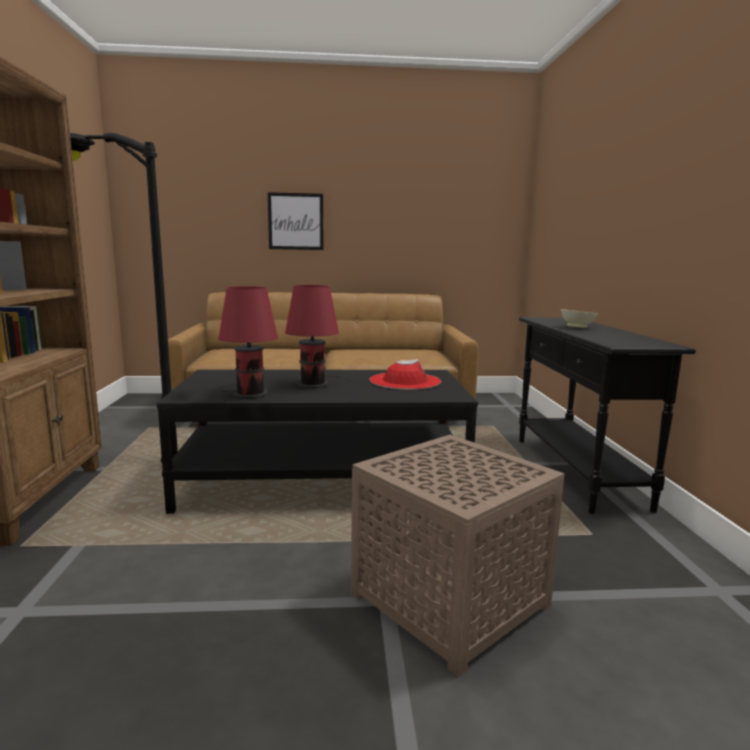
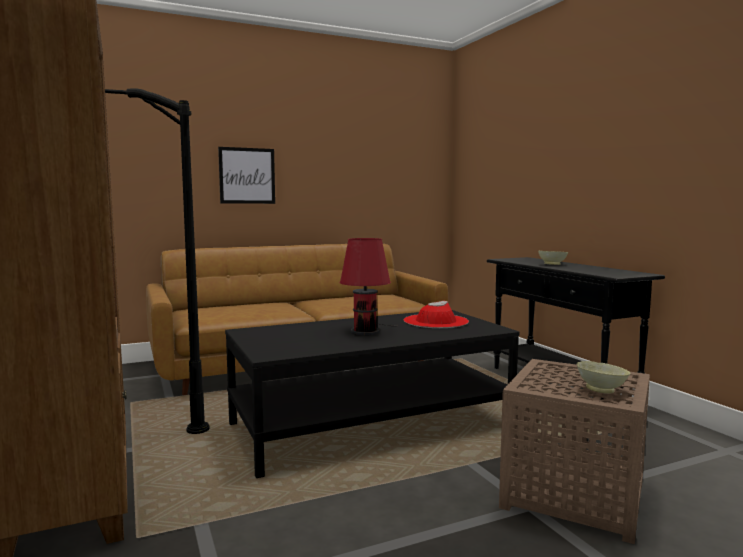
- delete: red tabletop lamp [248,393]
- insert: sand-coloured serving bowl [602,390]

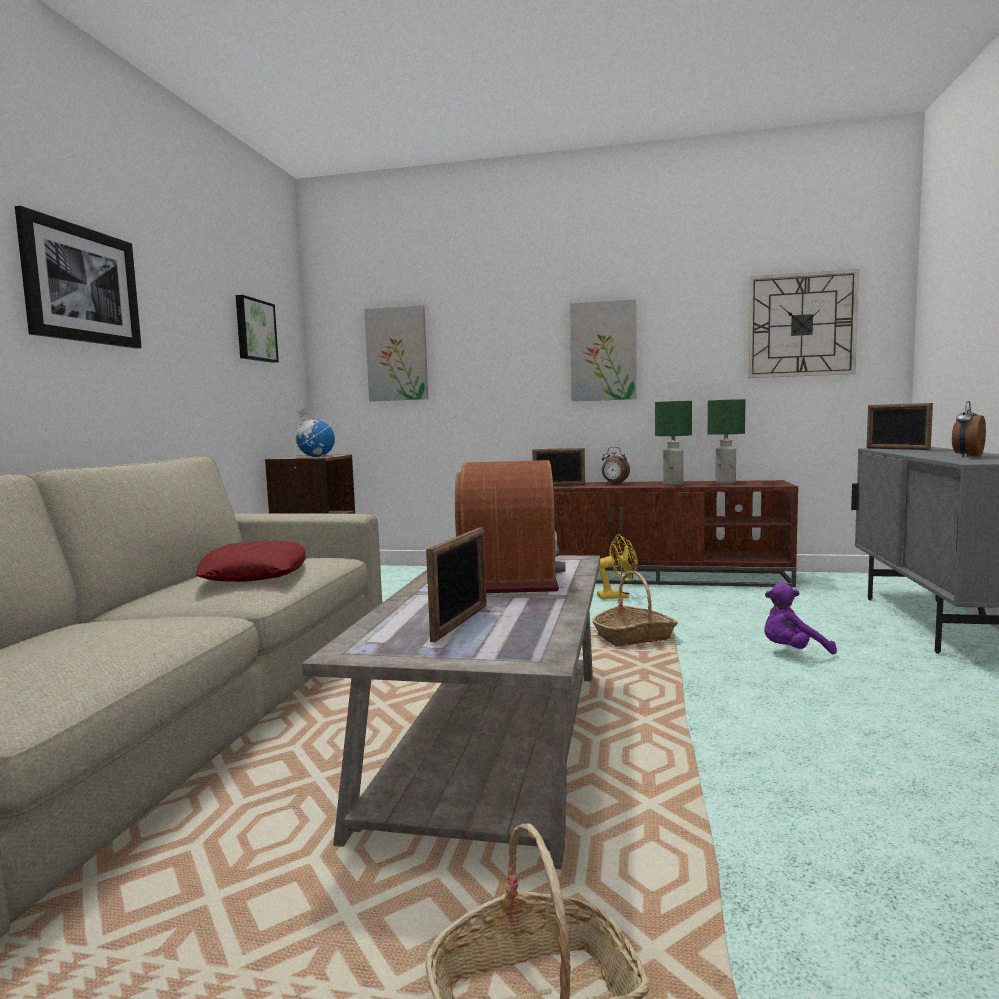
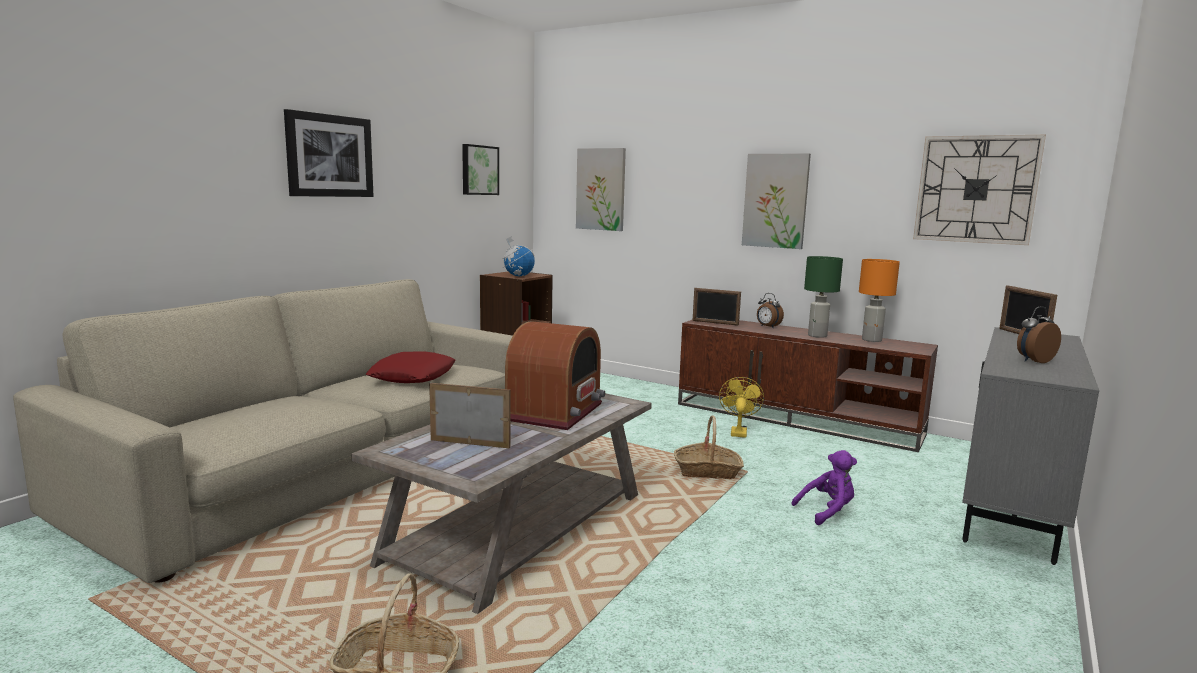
- rotate: photo frame [460,622] = [470,443] 120 degrees counterclockwise
- rotate: yellow-coloured fan [617,596] = [738,431] 90 degrees counterclockwise
- recolor: greenish tabletop lamp [726,482] to orange-coloured tabletop lamp [872,340]
- rotate: purplish plush toy [792,652] = [827,511] 150 degrees clockwise

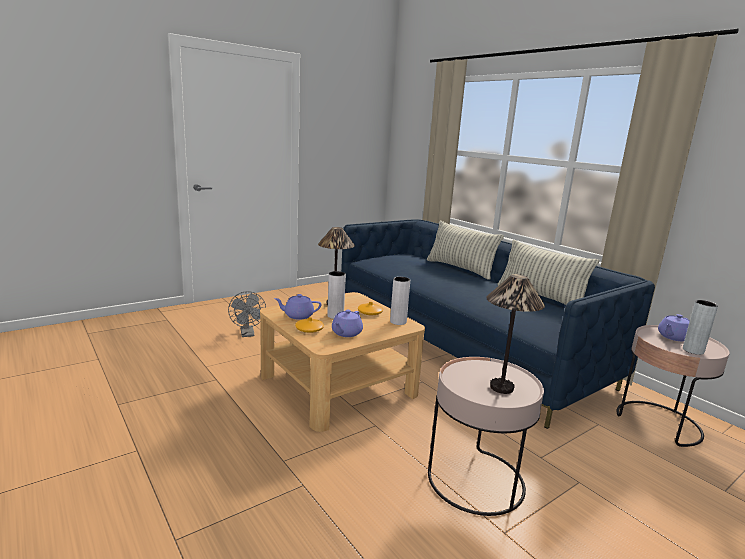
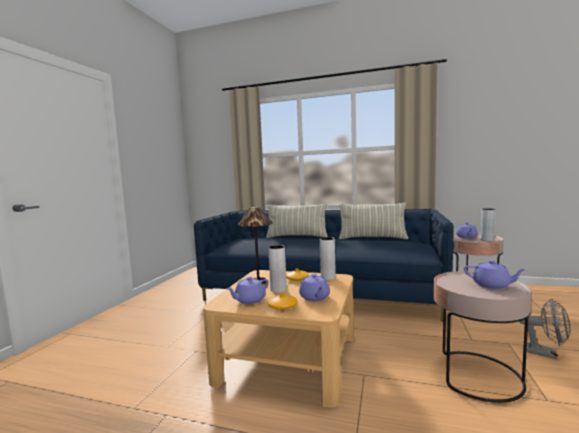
- move: grey fan [248,334] to [546,353]
- replace: tabletop lamp [501,387] to purplish tea pot [492,285]

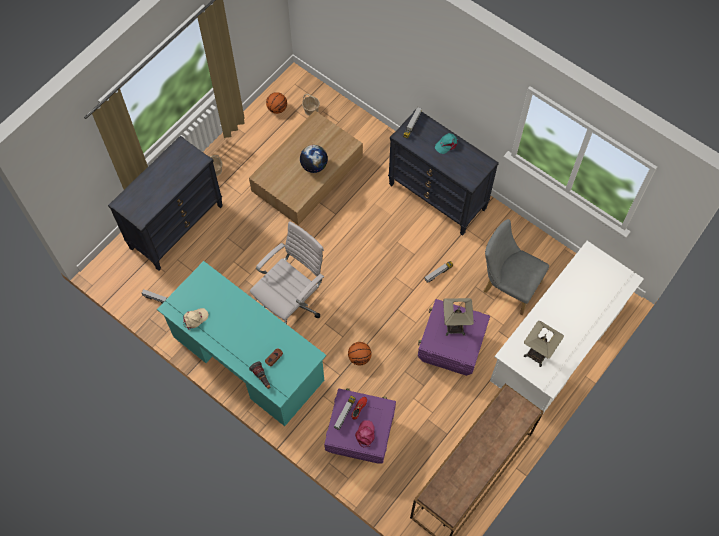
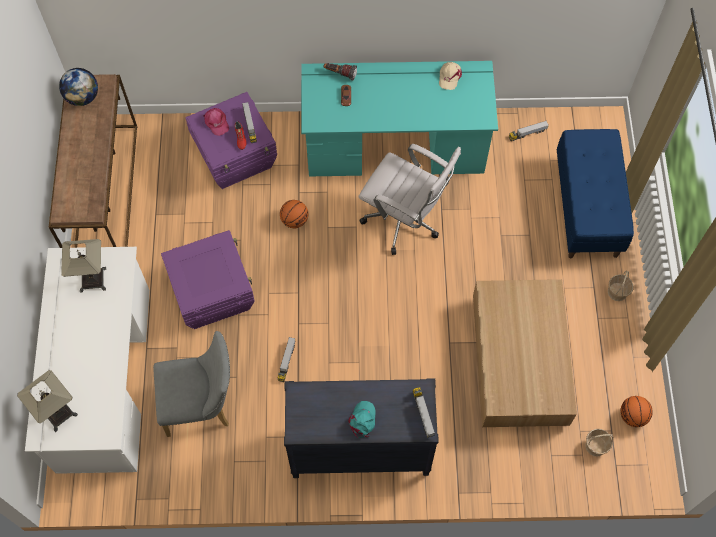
- replace: blackish chest of drawers [177,226] to blue-coloured long seat [587,208]
- rotate: white desk chair [291,303] = [405,221] 60 degrees counterclockwise
- move: desk globe [314,166] to [82,97]
- move: tabletop lamp [455,326] to [58,413]

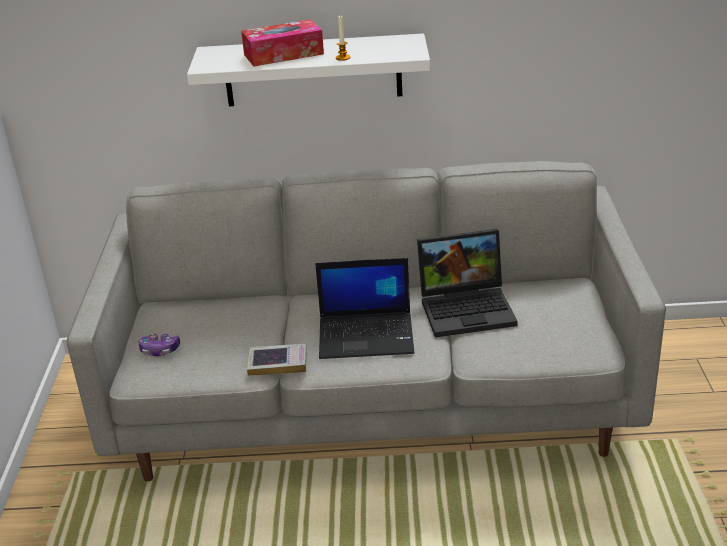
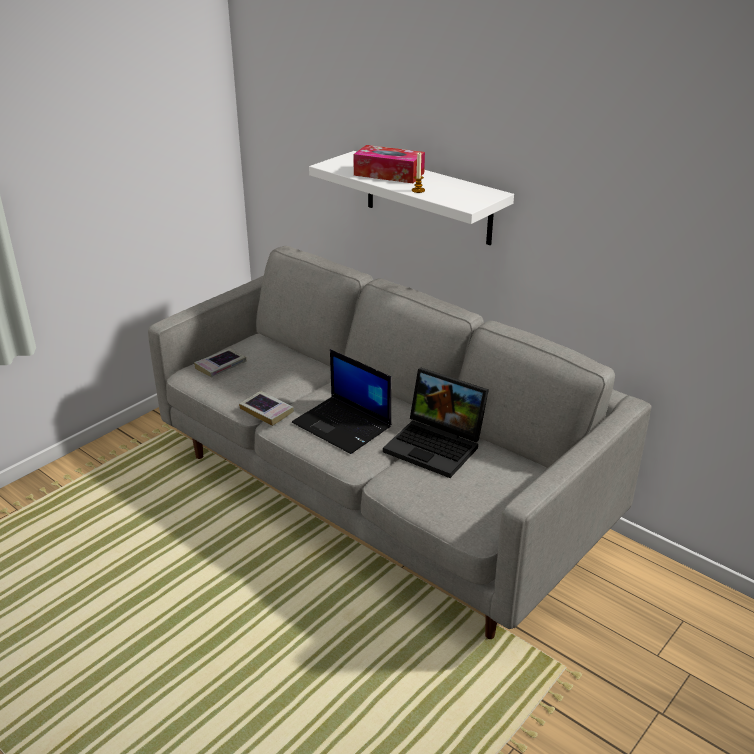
- replace: joypad [160,350] to book [221,366]

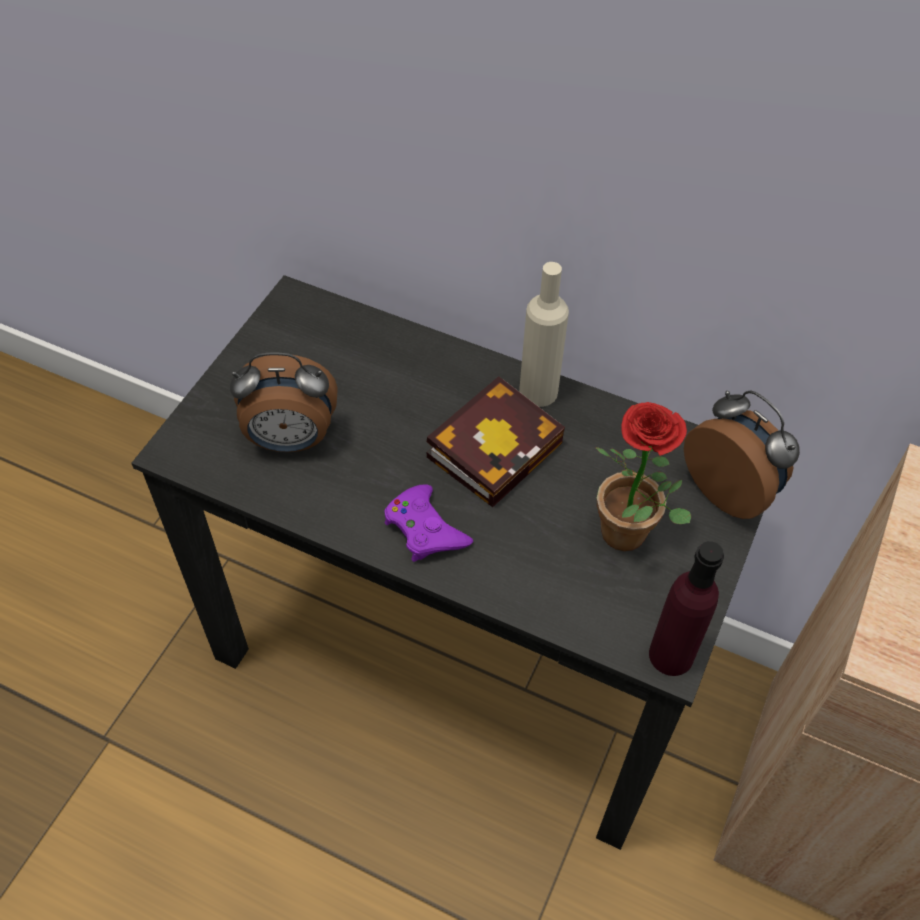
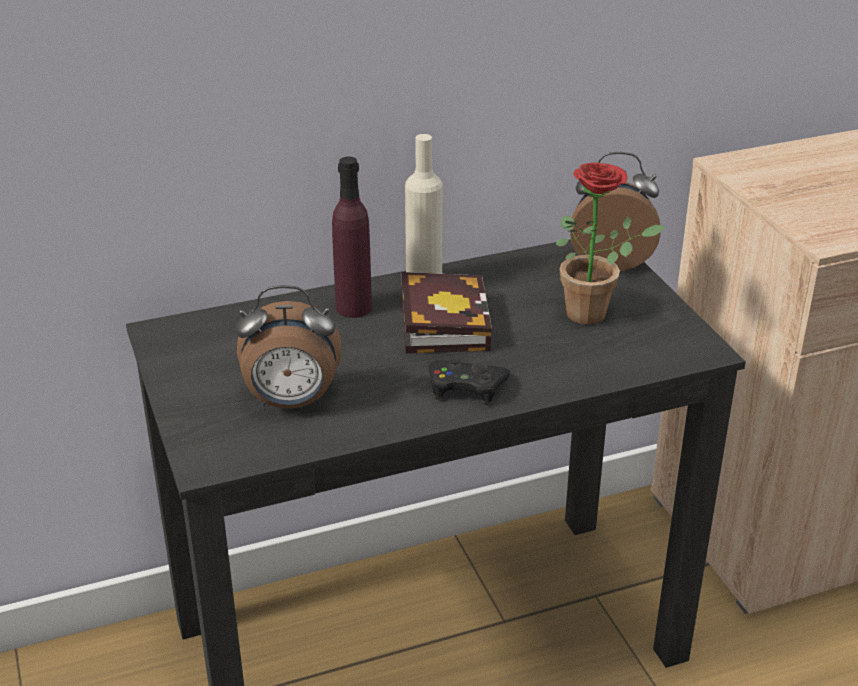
- rotate: alarm clock [290,440] = [291,402] 45 degrees clockwise
- recolor: purplish joypad [425,529] to blackish joypad [466,387]
- move: purplish bottle [671,655] to [353,308]

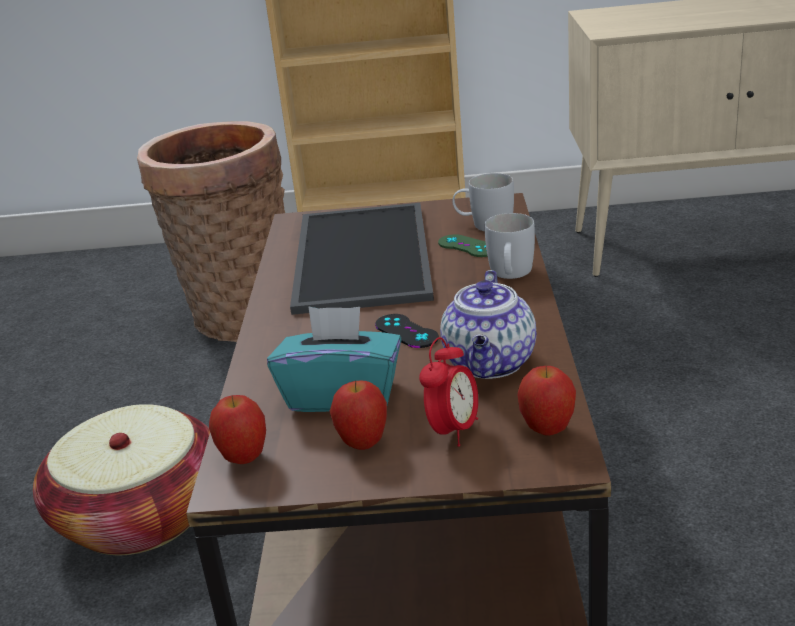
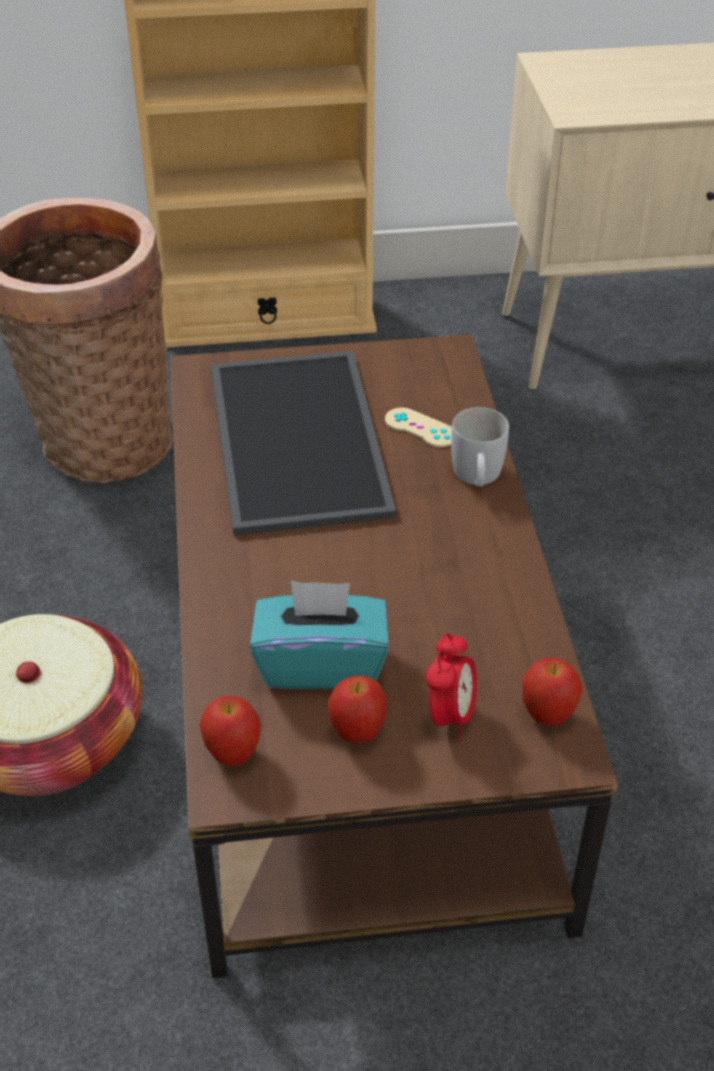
- delete: blackish joypad [406,331]
- recolor: greenish joypad [467,246] to sand-coloured joypad [420,428]
- delete: tea pot [490,364]
- delete: white coffee mug [484,225]

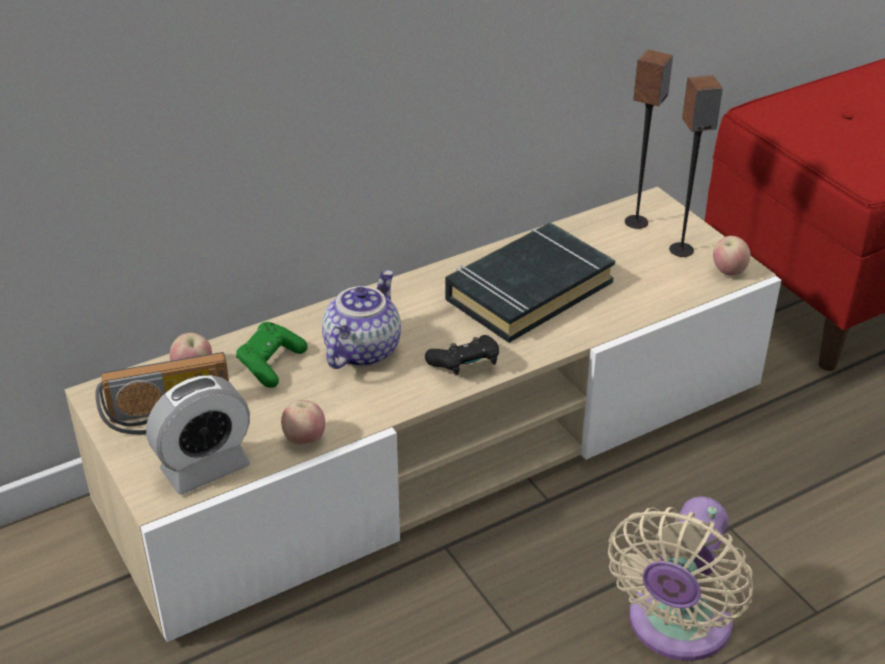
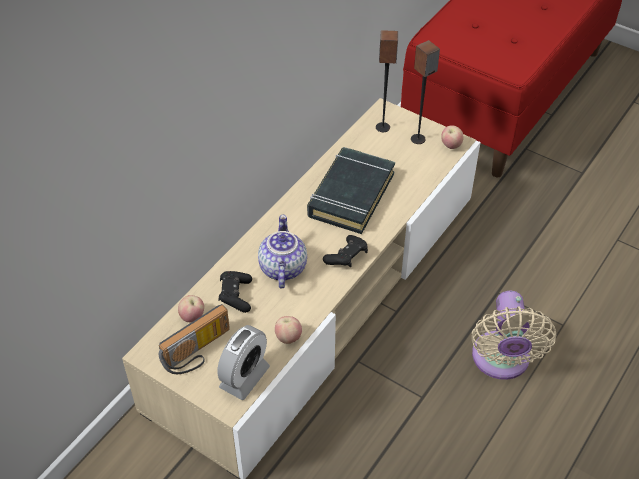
- recolor: greenish joypad [270,364] to blackish joypad [235,296]

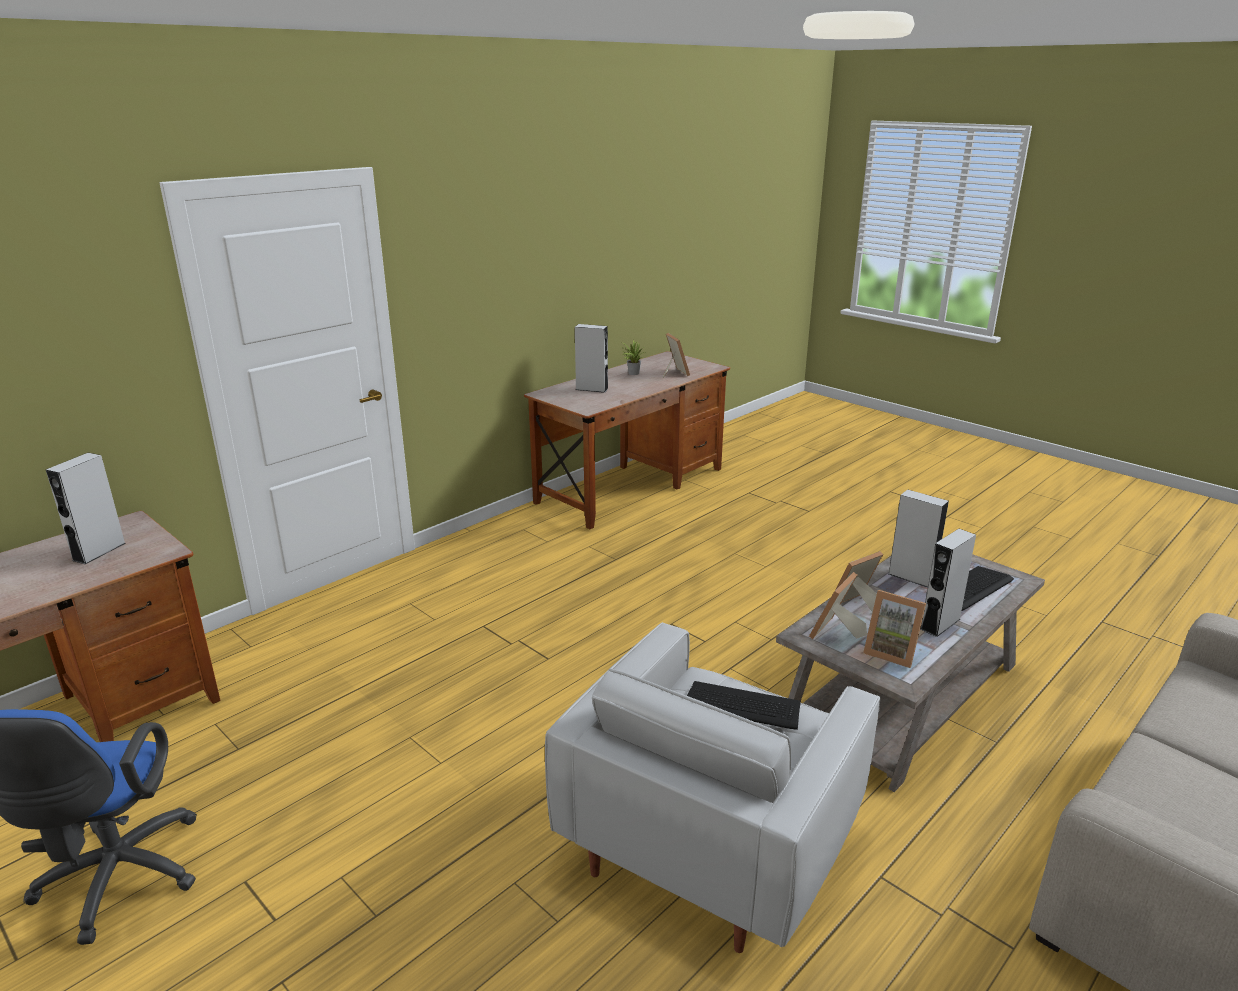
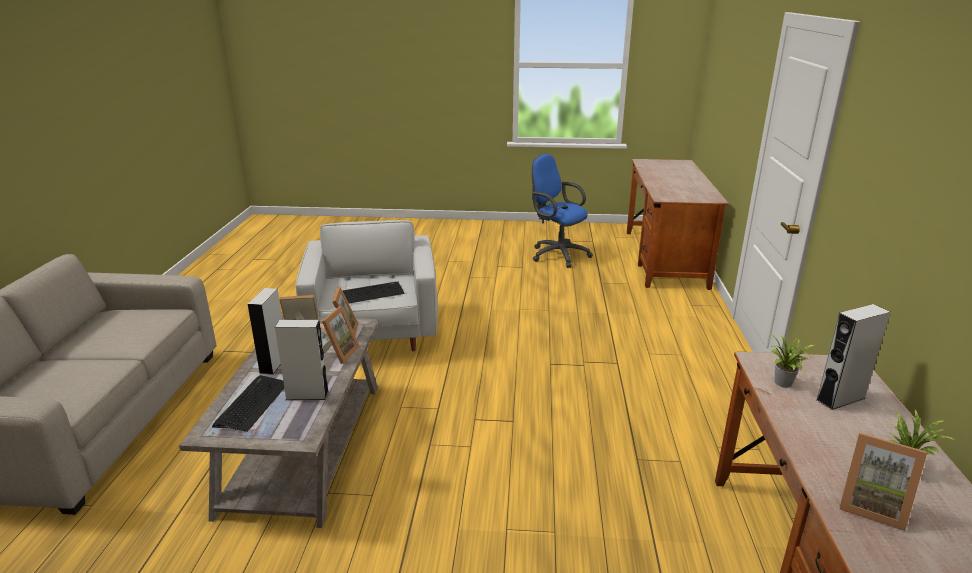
- delete: grey speaker [99,551]
- insert: potted plant [782,384]

